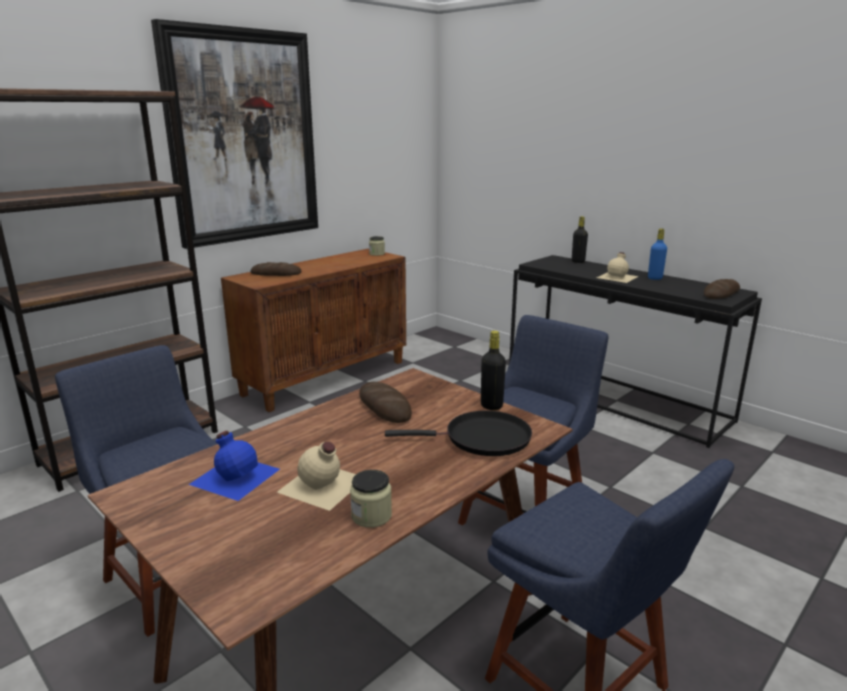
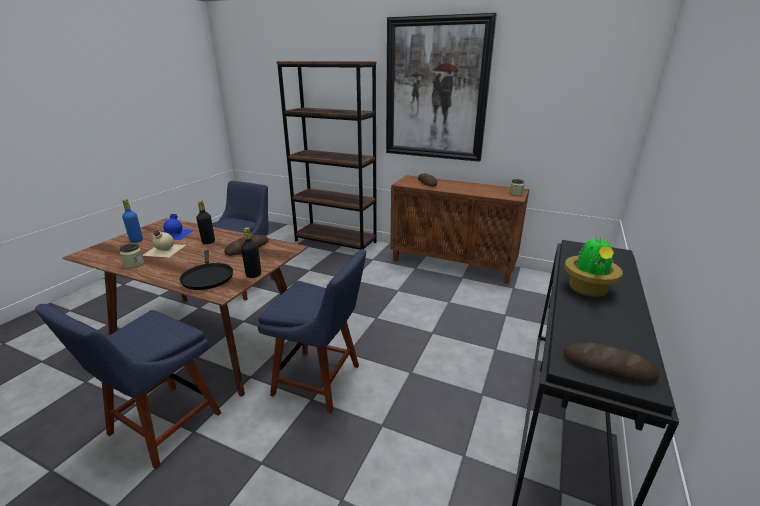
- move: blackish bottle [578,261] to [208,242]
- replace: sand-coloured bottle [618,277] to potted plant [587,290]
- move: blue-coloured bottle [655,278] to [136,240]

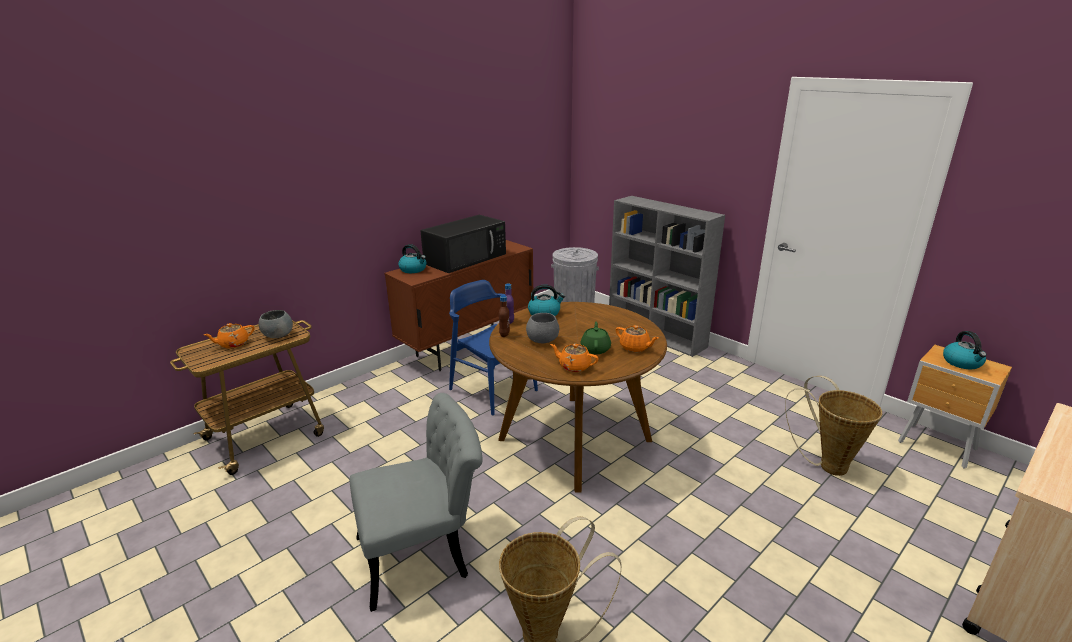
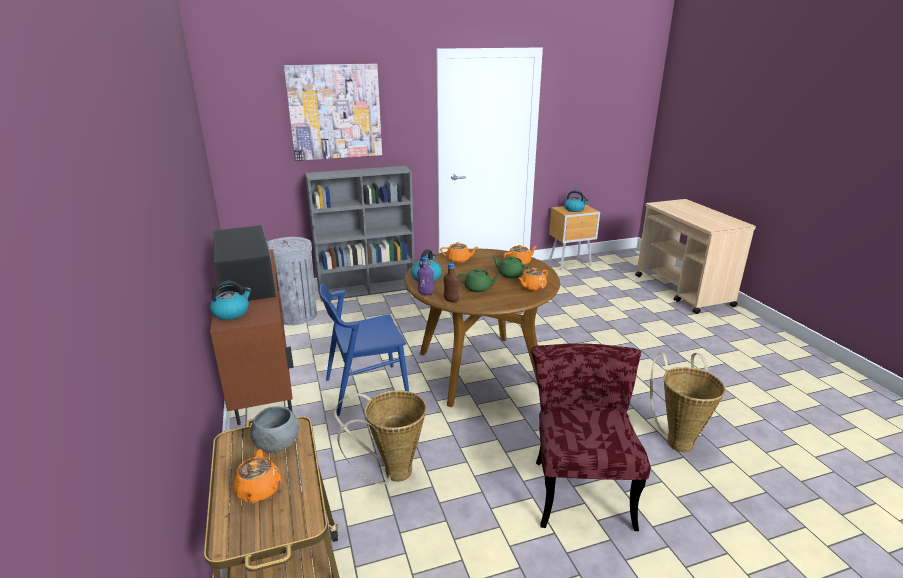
- recolor: grey upright chair [425,553] to red upright chair [579,484]
- replace: grey serving bowl [543,340] to greenish tea pot [478,288]
- move: basket [827,464] to [391,473]
- insert: picture [335,112]
- insert: orange-coloured tea pot [458,260]

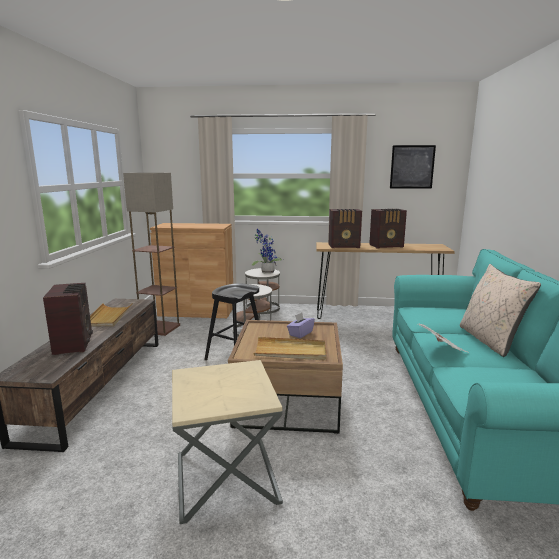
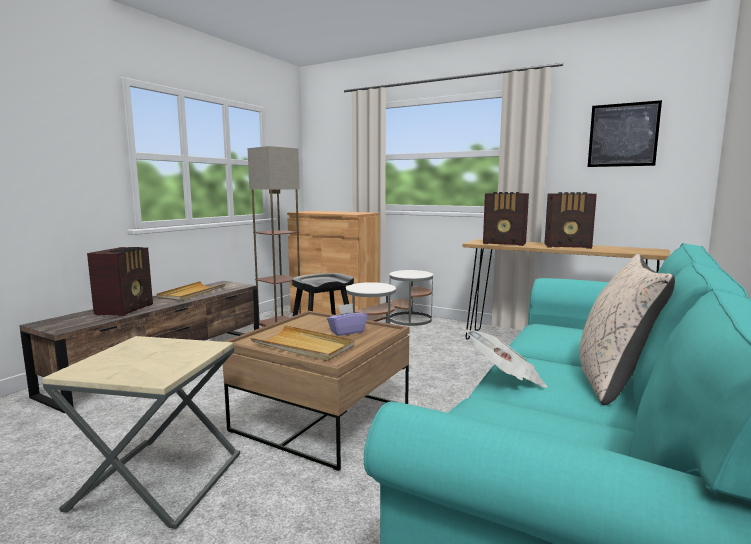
- delete: potted plant [266,272]

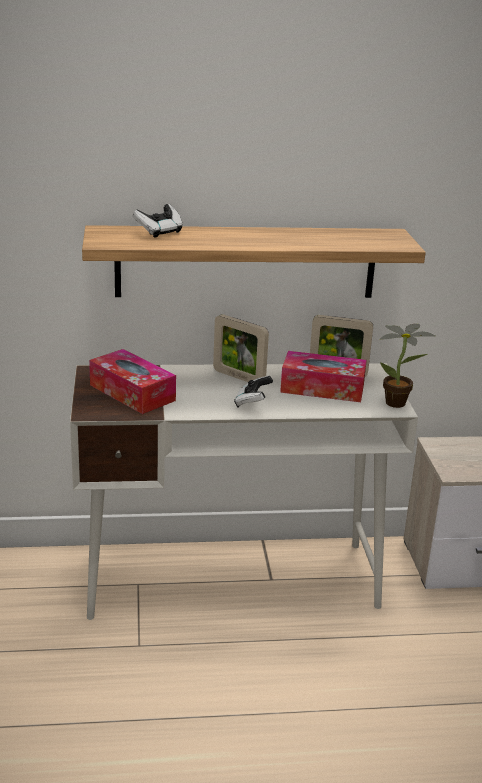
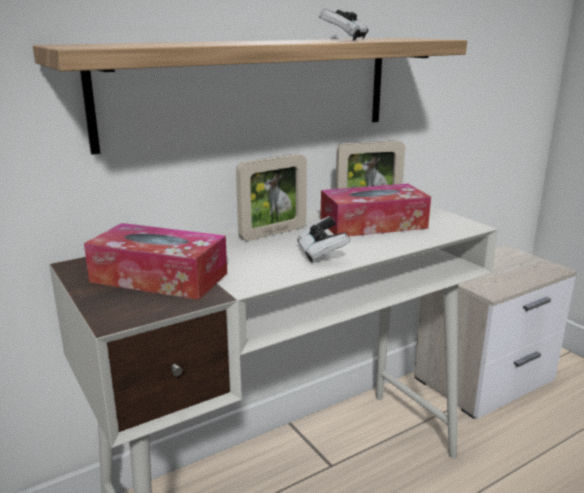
- move: joypad [159,232] to [344,39]
- rotate: photo frame [238,377] = [273,233] 45 degrees counterclockwise
- delete: potted plant [399,404]

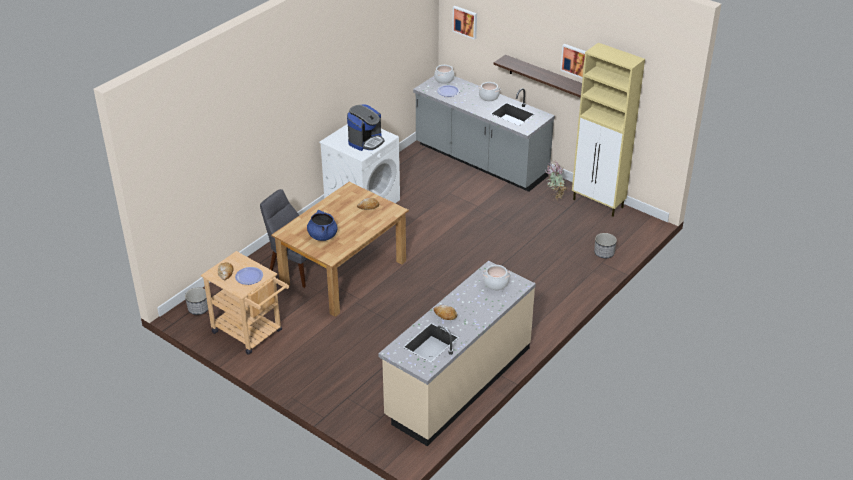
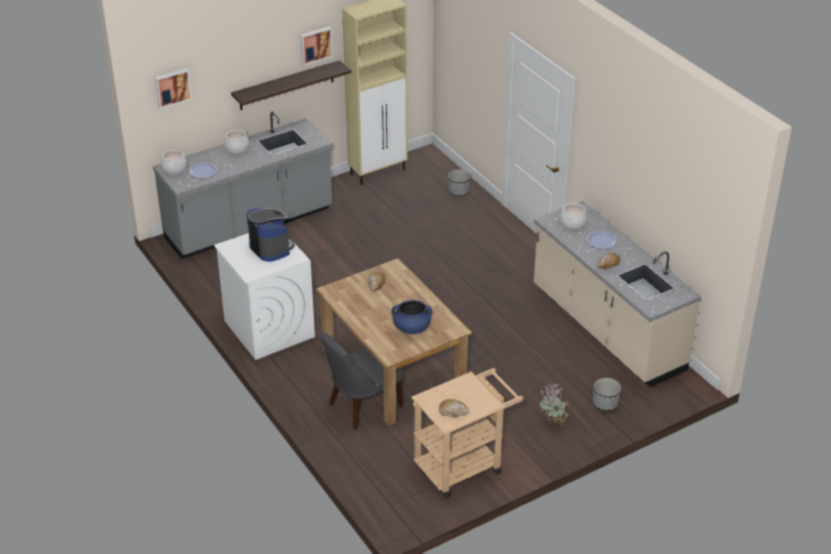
- move: flower pot [198,309] to [605,403]
- move: flat dish [249,276] to [601,241]
- move: potted plant [555,196] to [552,423]

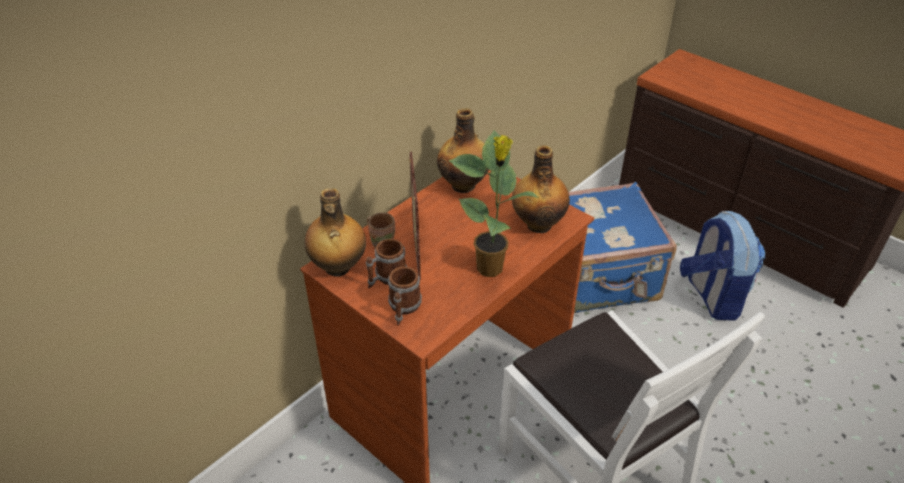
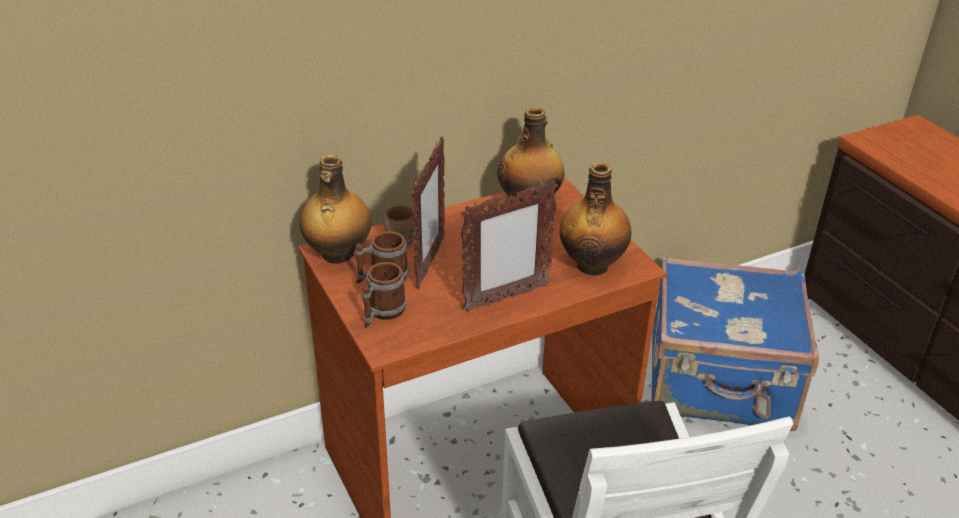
- replace: potted plant [491,269] to photo frame [505,298]
- delete: rucksack [711,296]

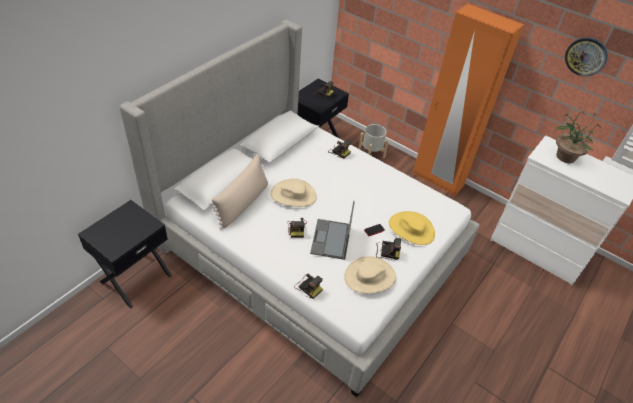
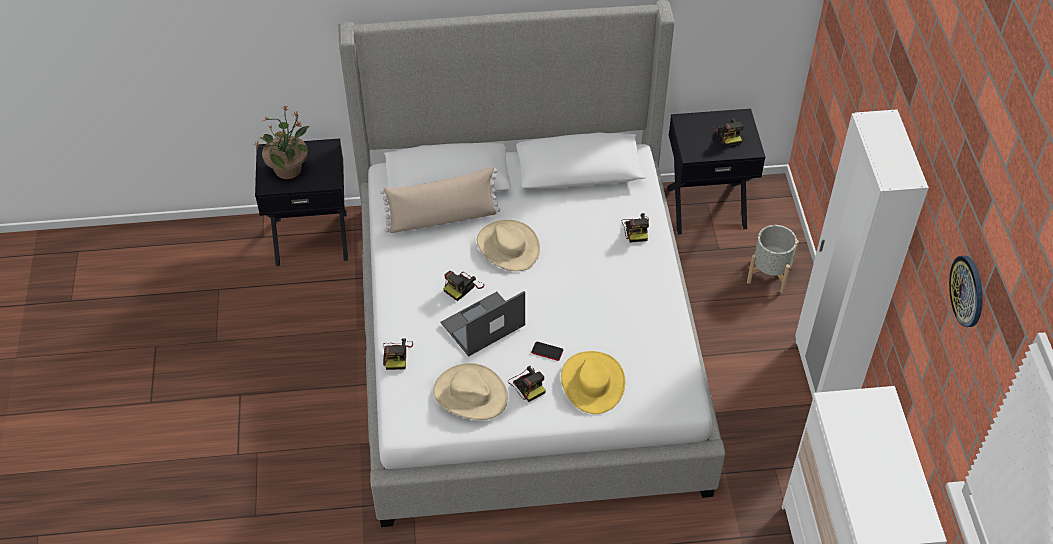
- recolor: orange-coloured armoire [437,180] to white armoire [822,376]
- move: potted plant [565,156] to [289,169]

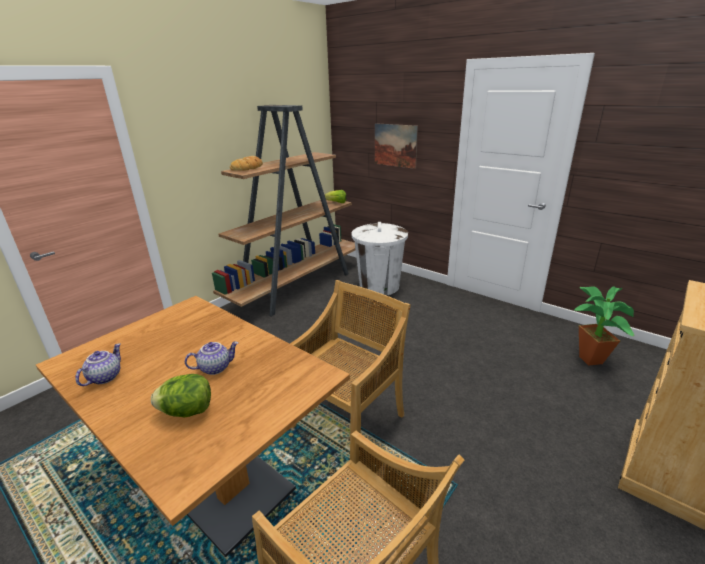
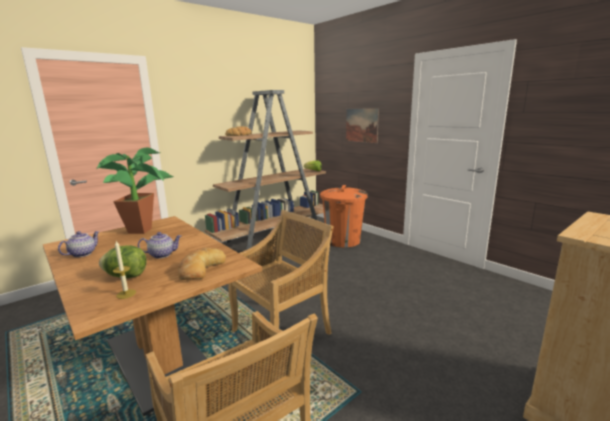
- recolor: white trash can [379,286] to orange-coloured trash can [343,240]
- move: potted plant [590,357] to [144,229]
- insert: wax light [126,294]
- insert: bakery bread [200,268]

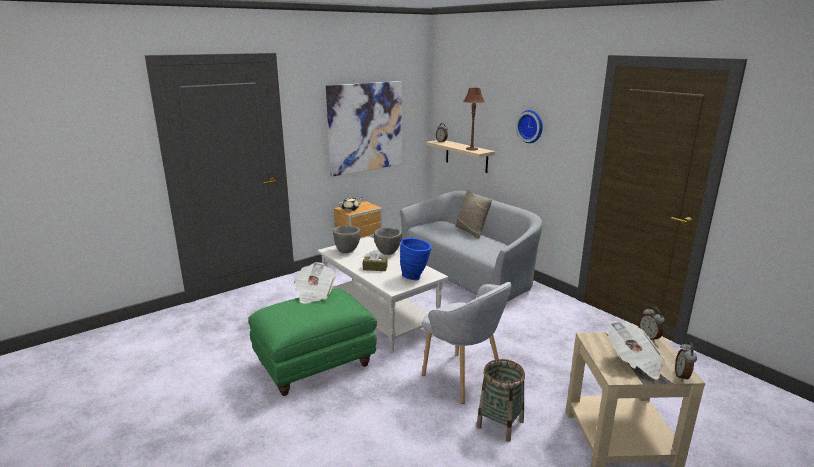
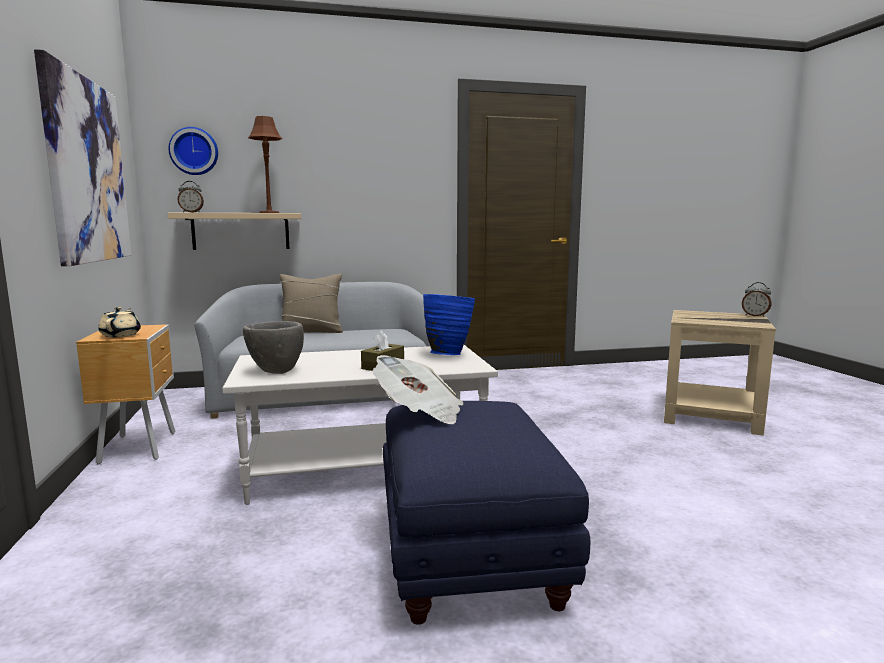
- recolor: greenish footrest [316,364] to blue-coloured footrest [468,553]
- delete: grey serving bowl [388,253]
- delete: grey armchair [463,378]
- delete: basket [500,424]
- move: clock on the wall [531,126] to [194,151]
- delete: newspaper [634,362]
- delete: alarm clock [649,337]

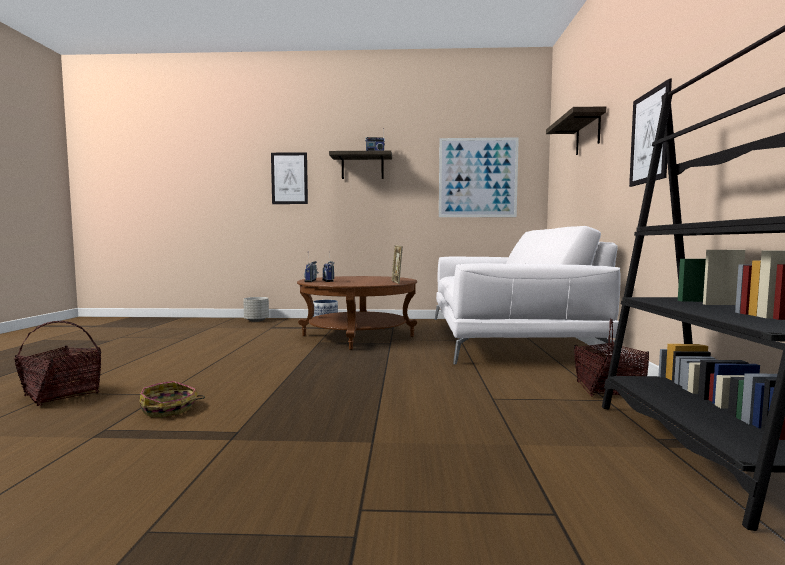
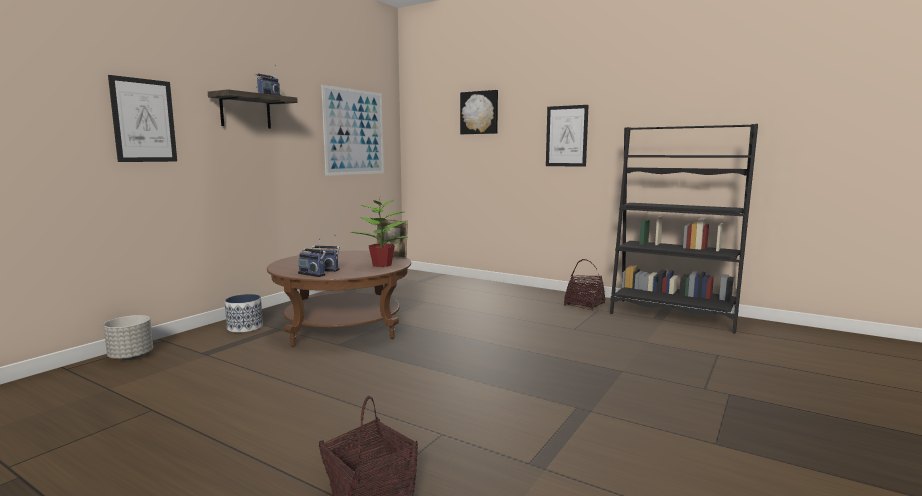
- delete: basket [170,409]
- delete: white sofa [506,338]
- replace: shelf [588,134] to picture [479,112]
- insert: potted plant [382,265]

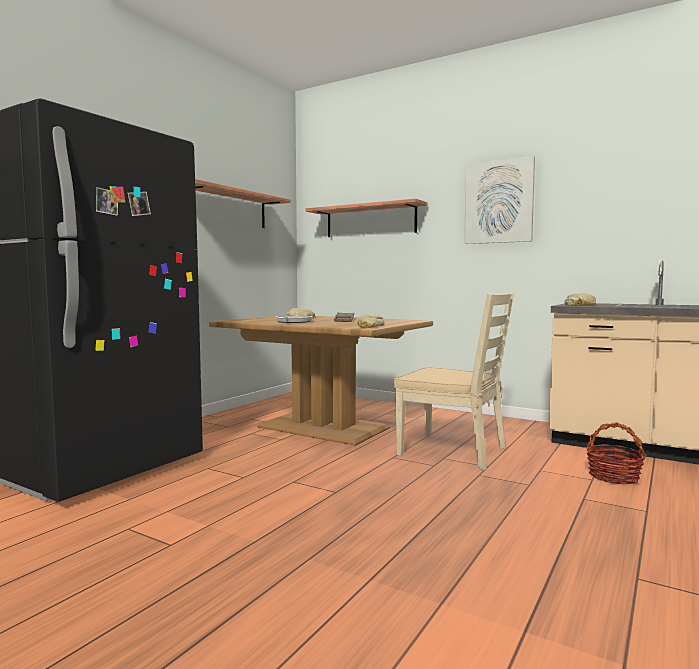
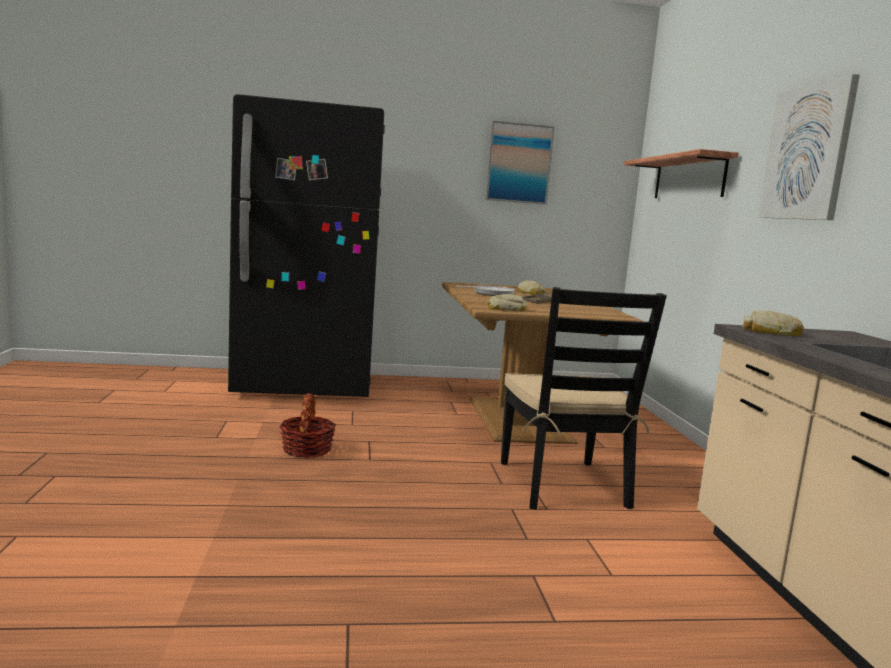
- replace: shelf [227,208] to picture [519,163]
- recolor: sand-coloured upright chair [453,451] to blackish upright chair [563,484]
- move: basket [613,476] to [307,449]

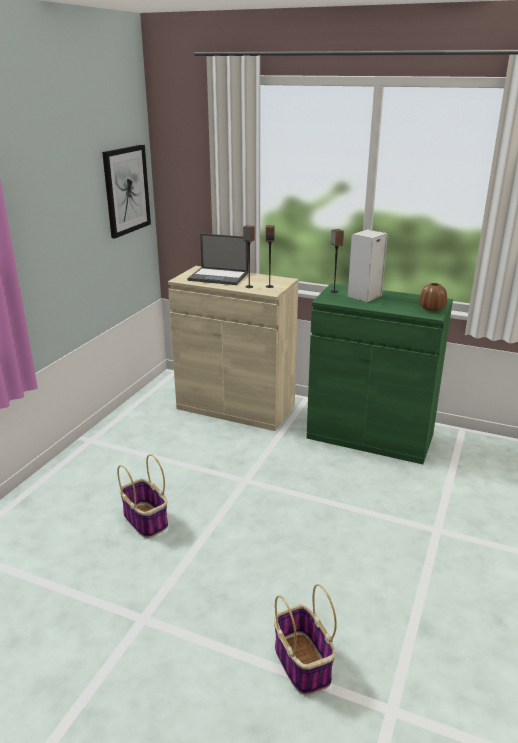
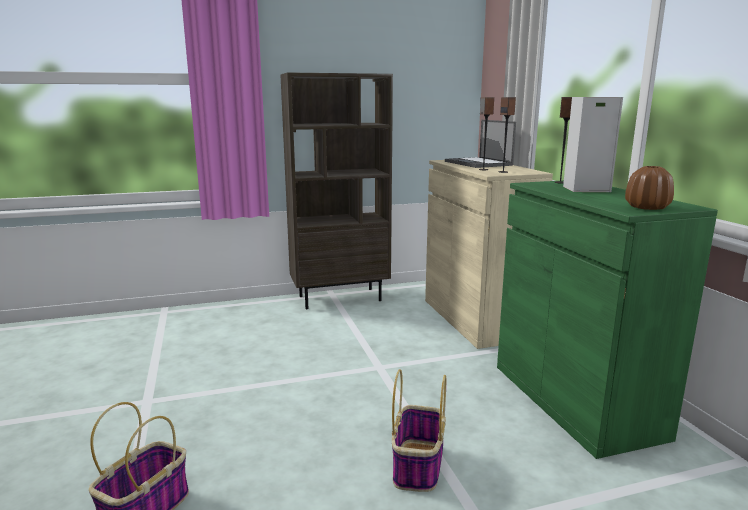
- delete: picture [126,190]
- move: basket [146,520] to [418,467]
- insert: brown-coloured bookshelf [340,298]

